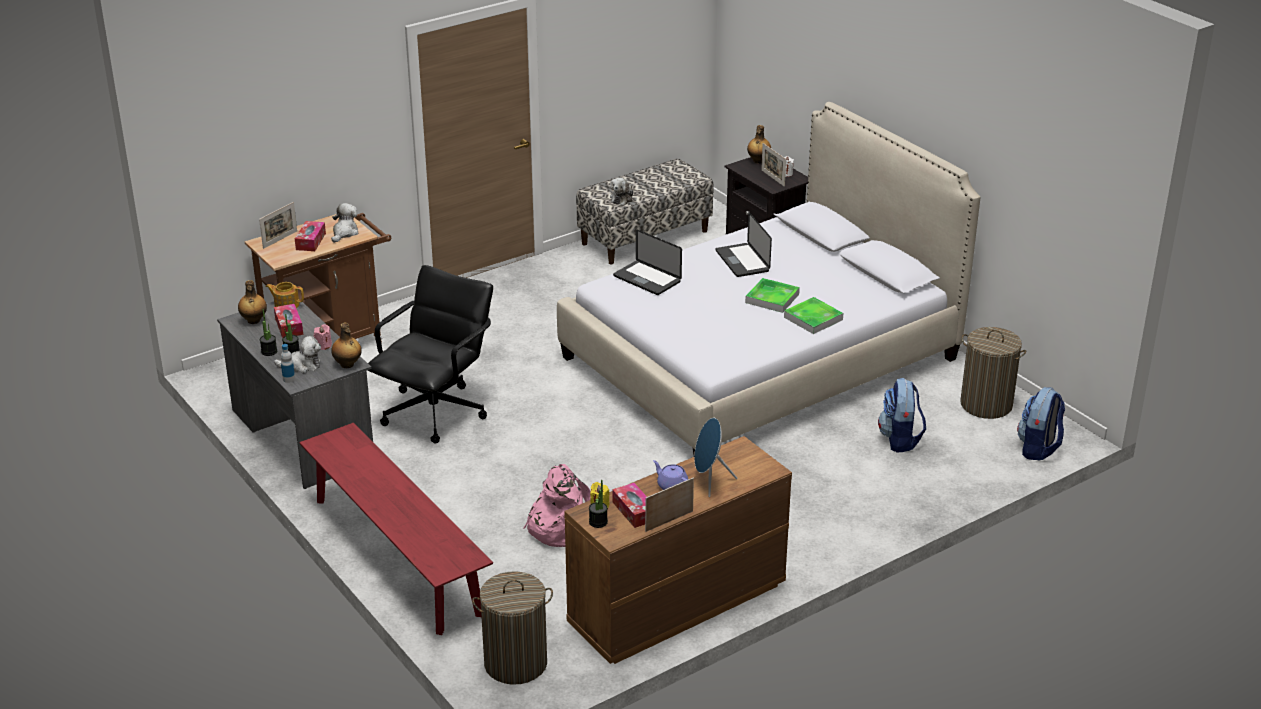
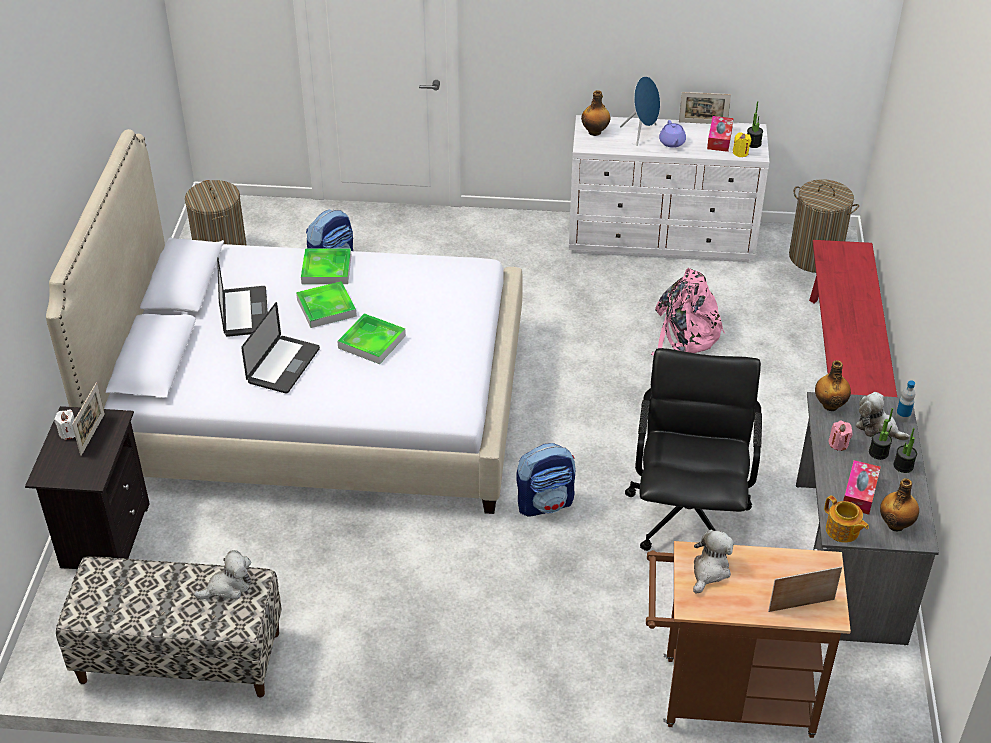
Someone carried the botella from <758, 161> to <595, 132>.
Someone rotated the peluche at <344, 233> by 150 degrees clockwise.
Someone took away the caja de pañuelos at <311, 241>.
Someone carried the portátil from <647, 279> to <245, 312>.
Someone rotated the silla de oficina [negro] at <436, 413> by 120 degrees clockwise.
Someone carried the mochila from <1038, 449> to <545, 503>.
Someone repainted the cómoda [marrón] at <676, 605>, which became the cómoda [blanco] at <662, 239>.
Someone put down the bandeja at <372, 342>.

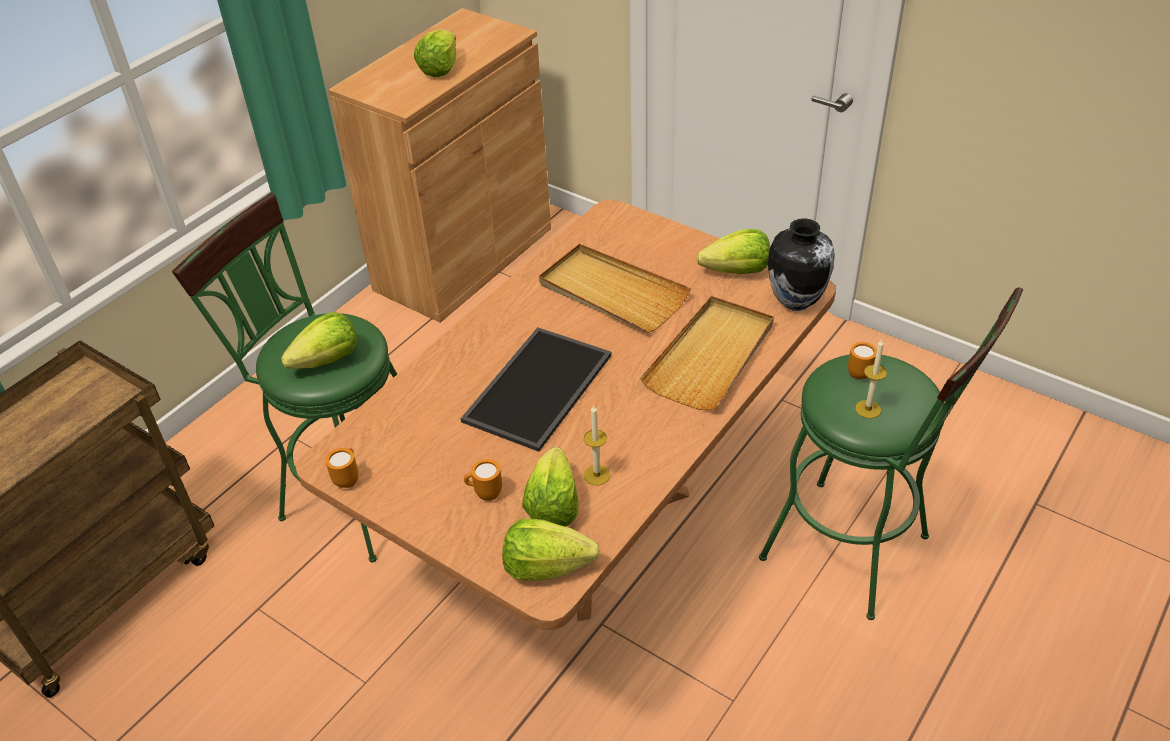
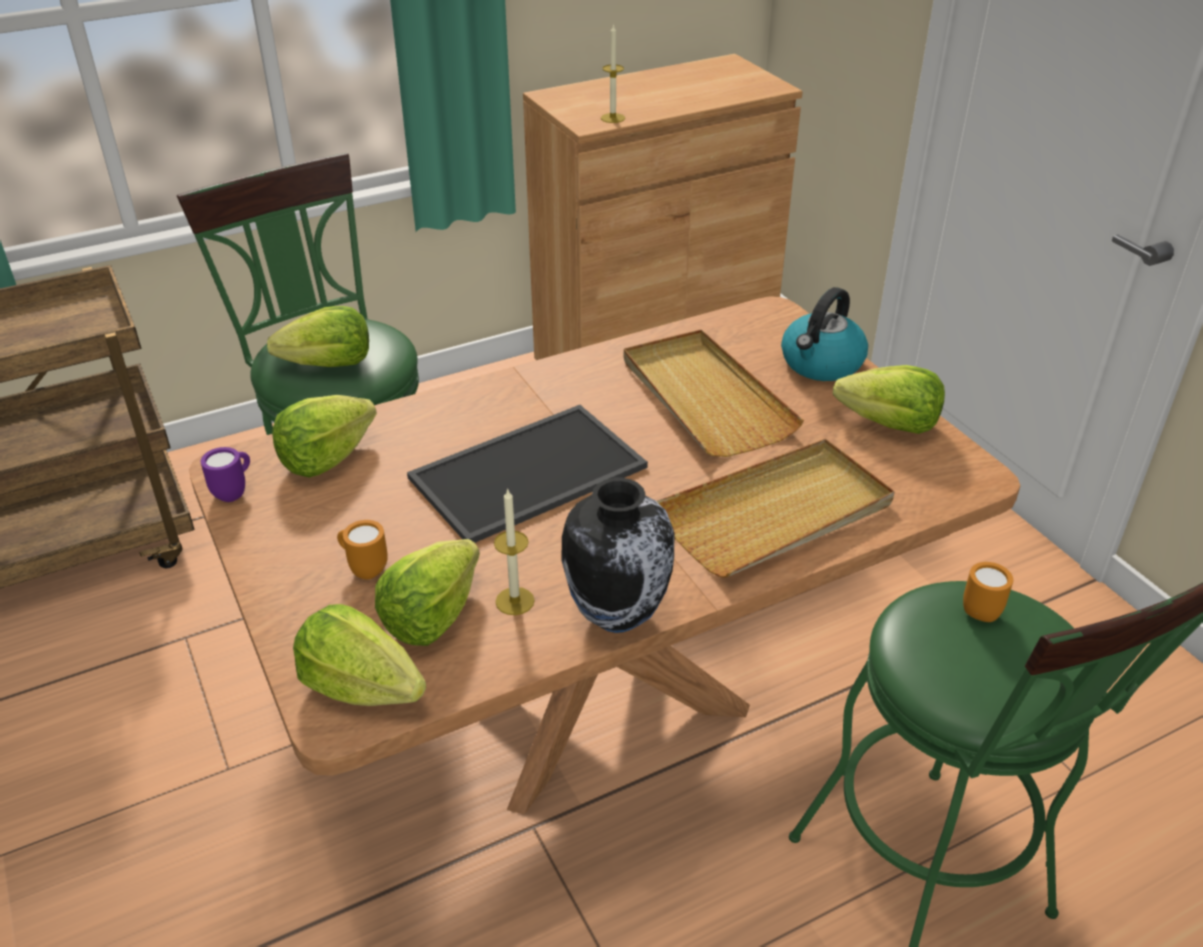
Someone carried the lechuga from <440, 68> to <326, 458>.
Someone carried the florero from <796, 302> to <618, 616>.
Someone carried the vela from <868, 409> to <612, 118>.
Someone repainted the taza grande [naranja] at <348, 479>, which became the taza grande [morado] at <234, 492>.
Someone put down the hervidor at <821, 364>.

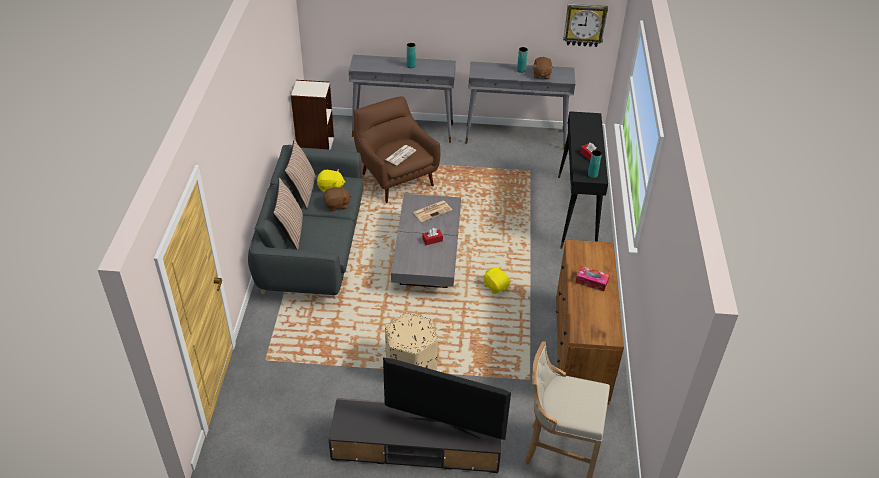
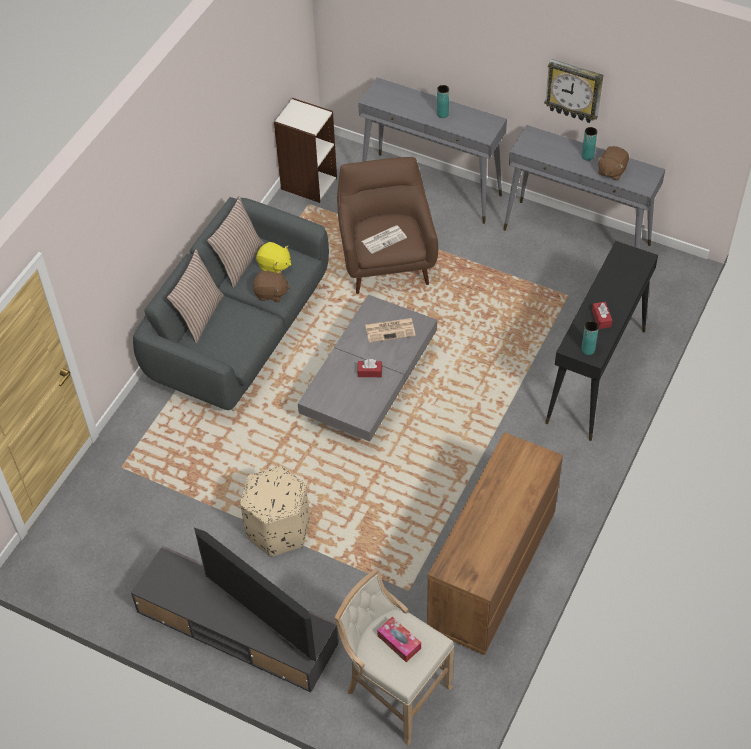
Someone carried the reloj de pared from <584, 24> to <574, 90>.
Someone carried the caja de pañuelos from <591, 282> to <399, 642>.
Someone took away the peluche [amarillo] at <496, 286>.

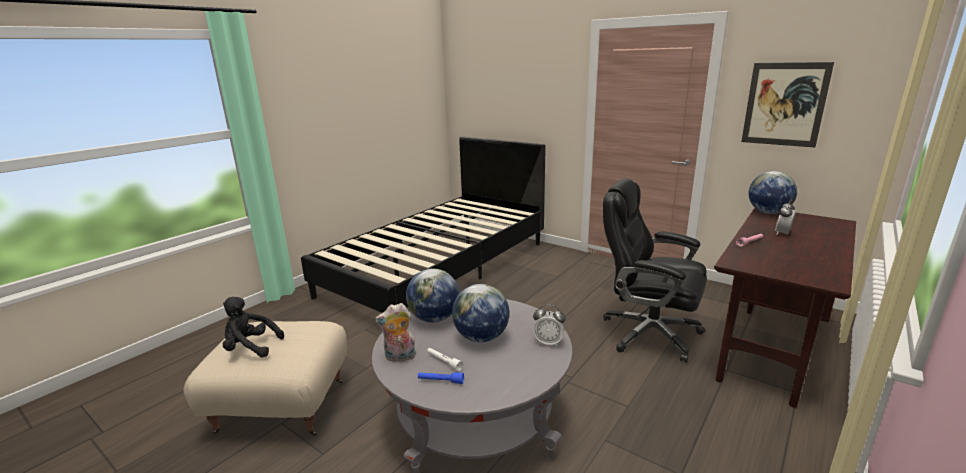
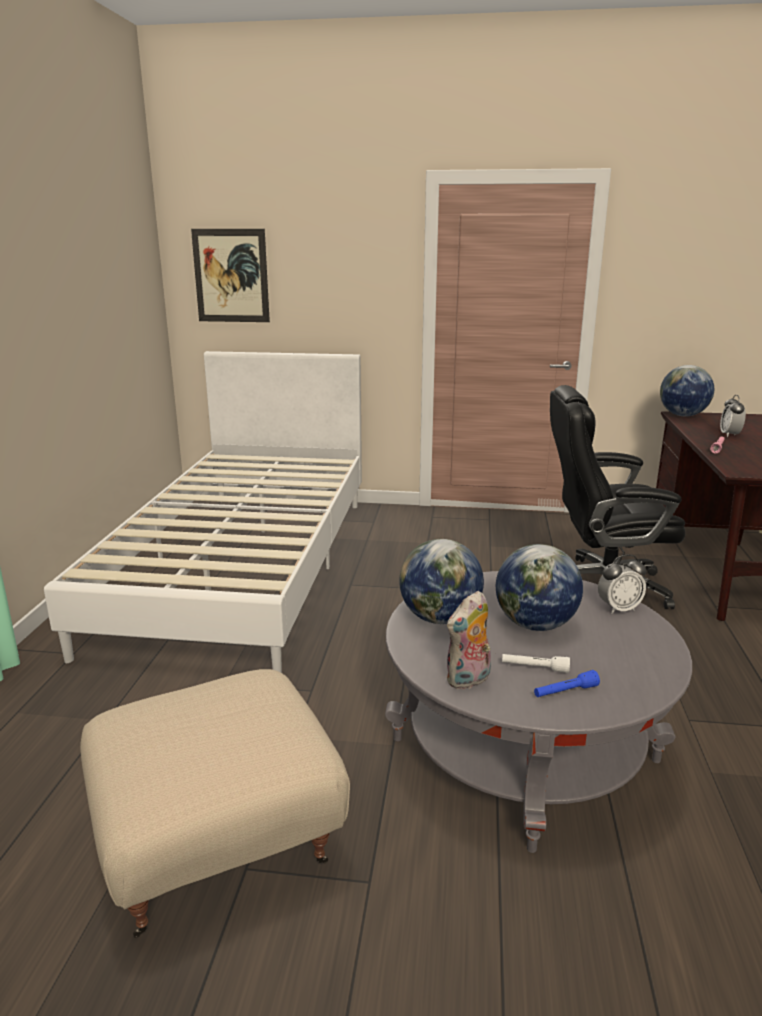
Someone carried the cuadro from <784, 104> to <231, 276>.
Someone repainted the cama [negro] at <439, 268>, which became the cama [blanco] at <244, 566>.
Someone took away the peluche [negro] at <251, 348>.

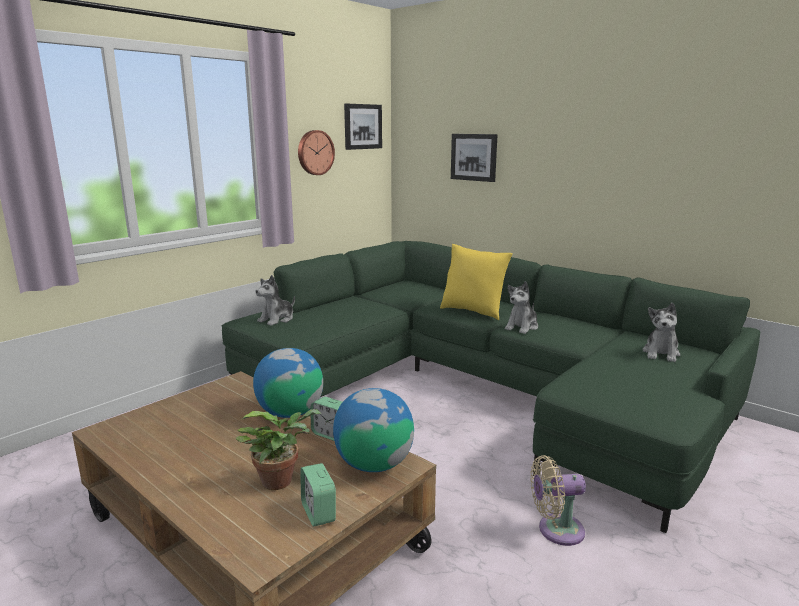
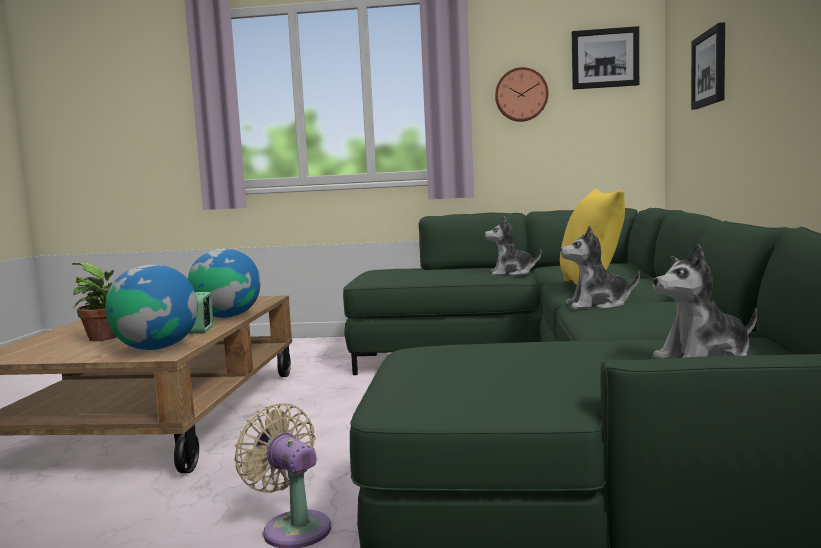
Someone carried the peluche from <277, 319> to <511, 273>.
Someone took away the despertador at <318, 512>.

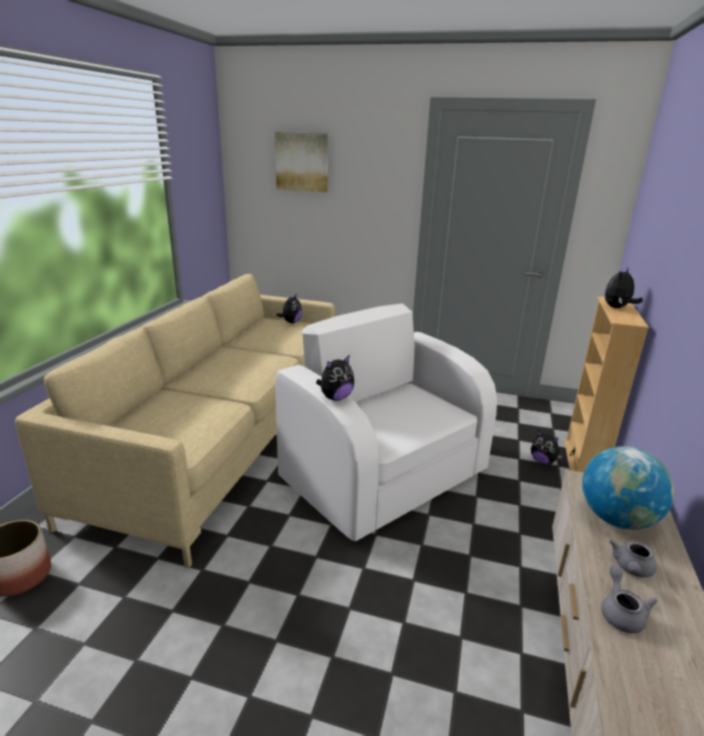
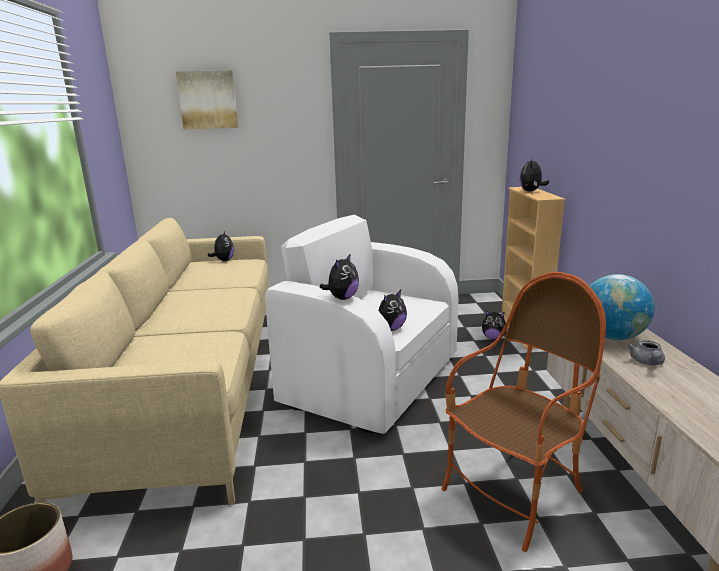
Someone took away the tetera [gris] at <621, 612>.
Someone put down the sillón at <514, 495>.
Someone put down the peluche at <391, 328>.

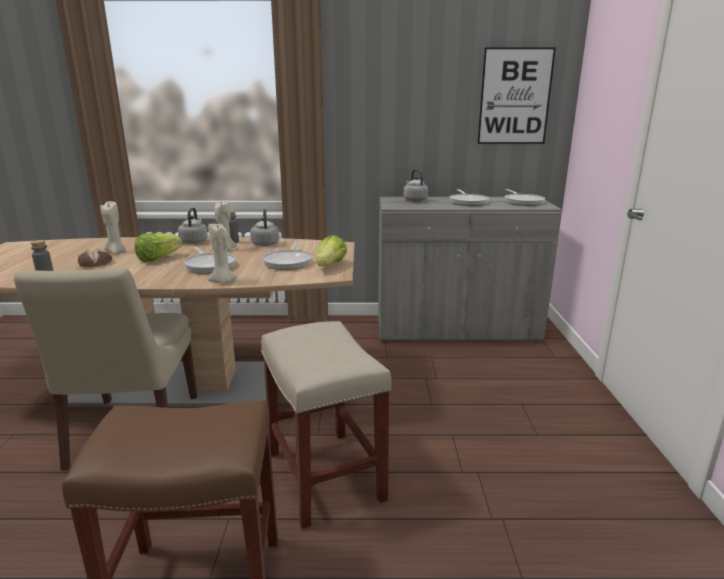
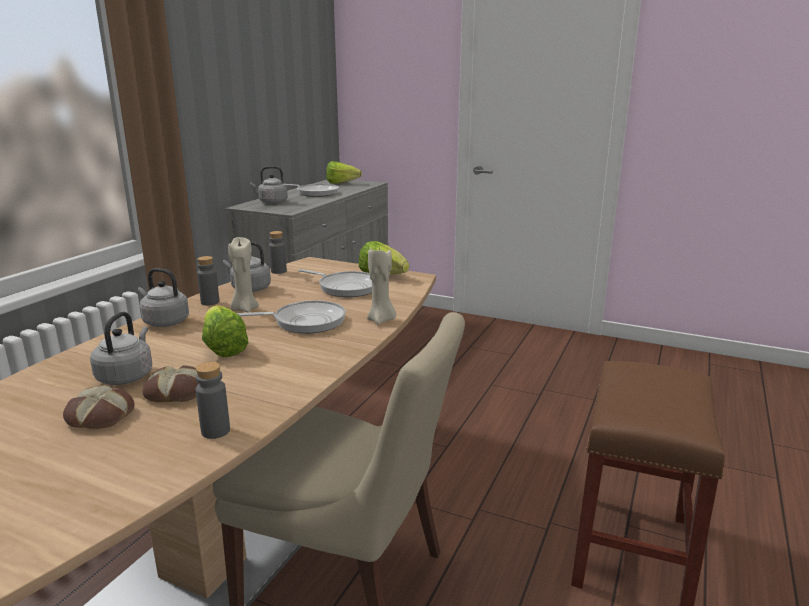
Someone took away the cuadro at <515, 97>.
Someone swapped the sartén at <522, 202> for the lechuga at <344, 183>.
Someone swapped the vela [beis] at <115, 252> for the hervidor [gris] at <127, 376>.
Someone took away the taburete [beis] at <326, 477>.
Someone put down the botella [gris] at <278, 271>.
Someone put down the pan at <99, 417>.

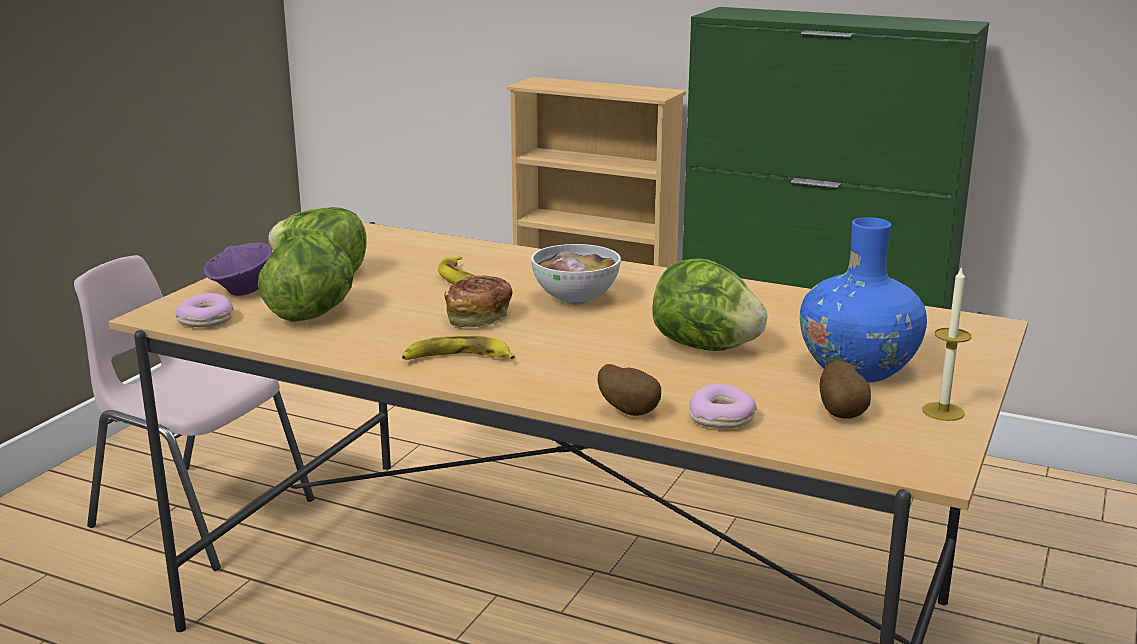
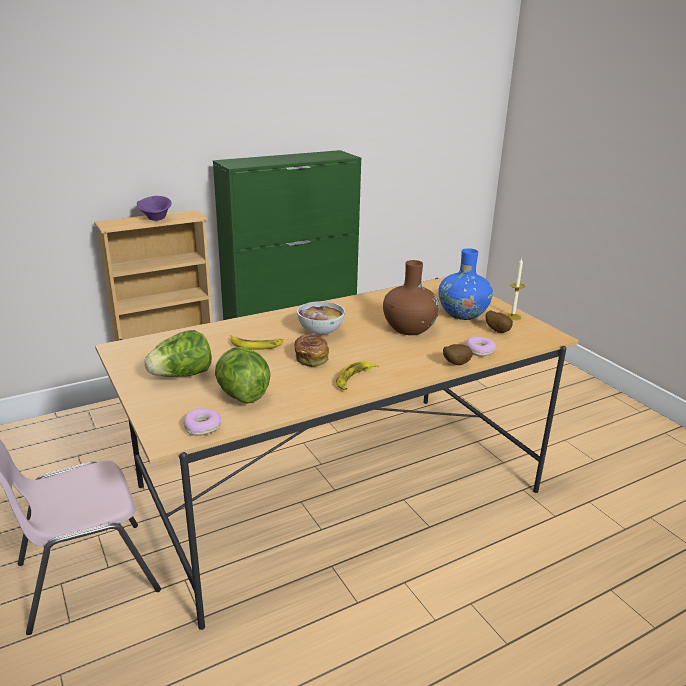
Someone carried the cuenco [morado] from <242, 292> to <156, 219>.
Someone swapped the lechuga at <705, 347> for the florero [marrón] at <409, 328>.

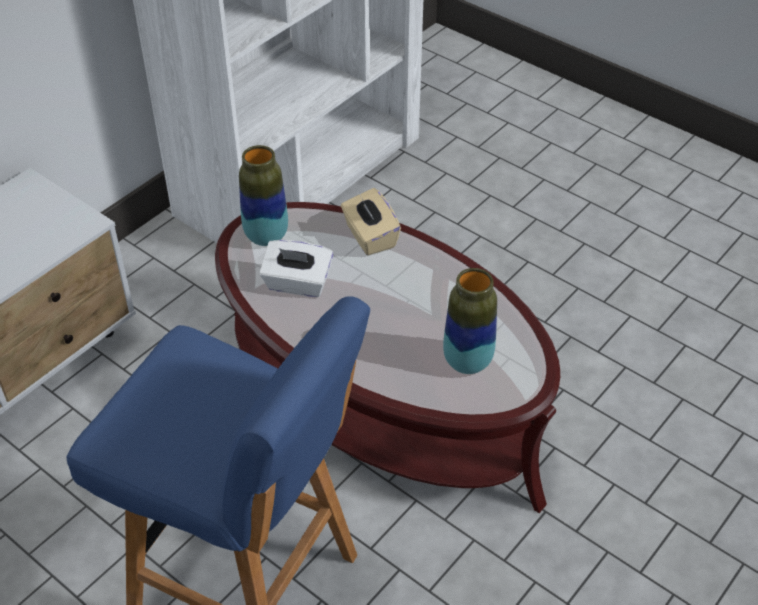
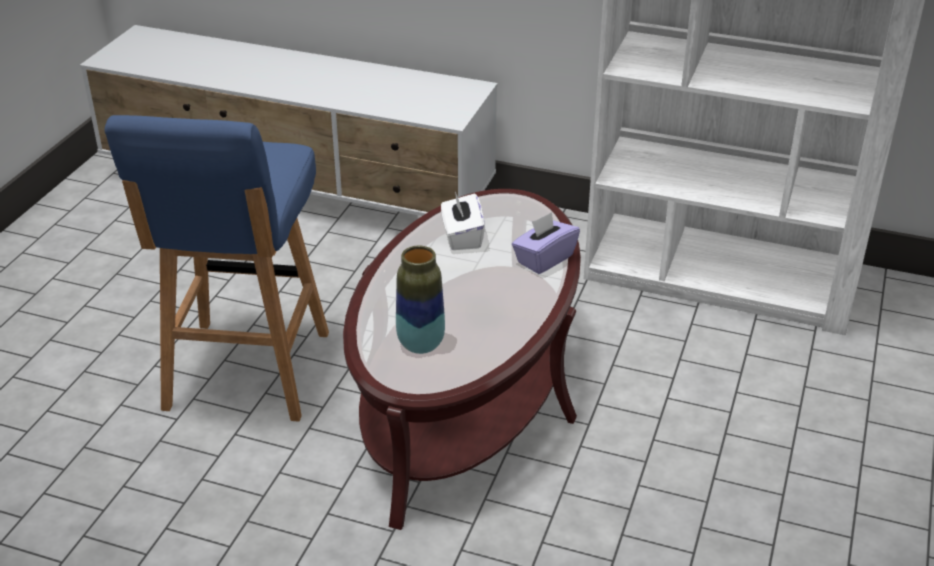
Someone took away the florero at <266, 236>.
Someone repainted the caja de pañuelos [beis] at <369, 237>, which became the caja de pañuelos [morado] at <544, 259>.

